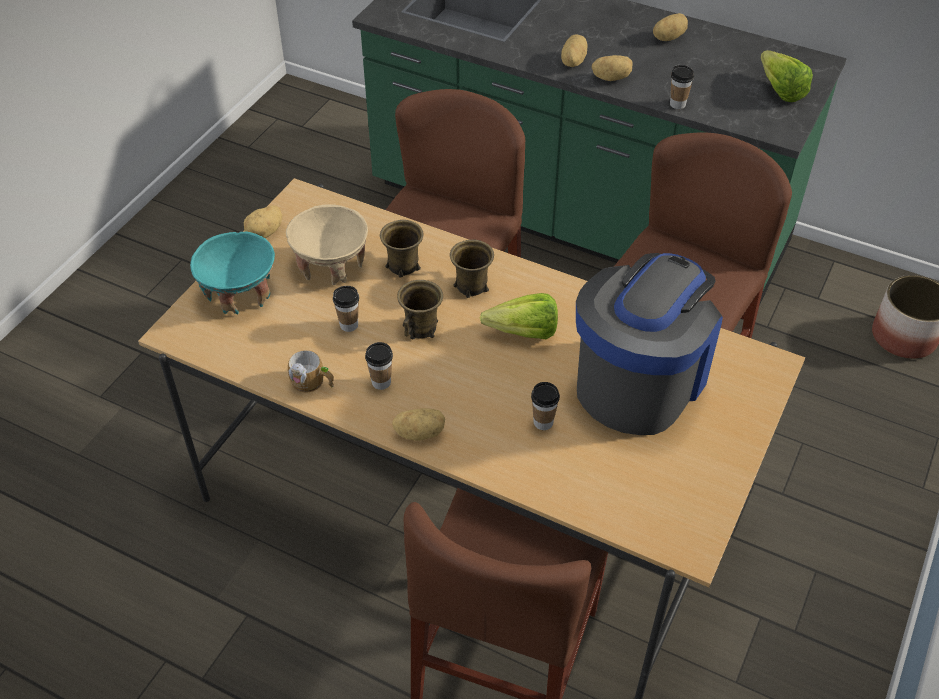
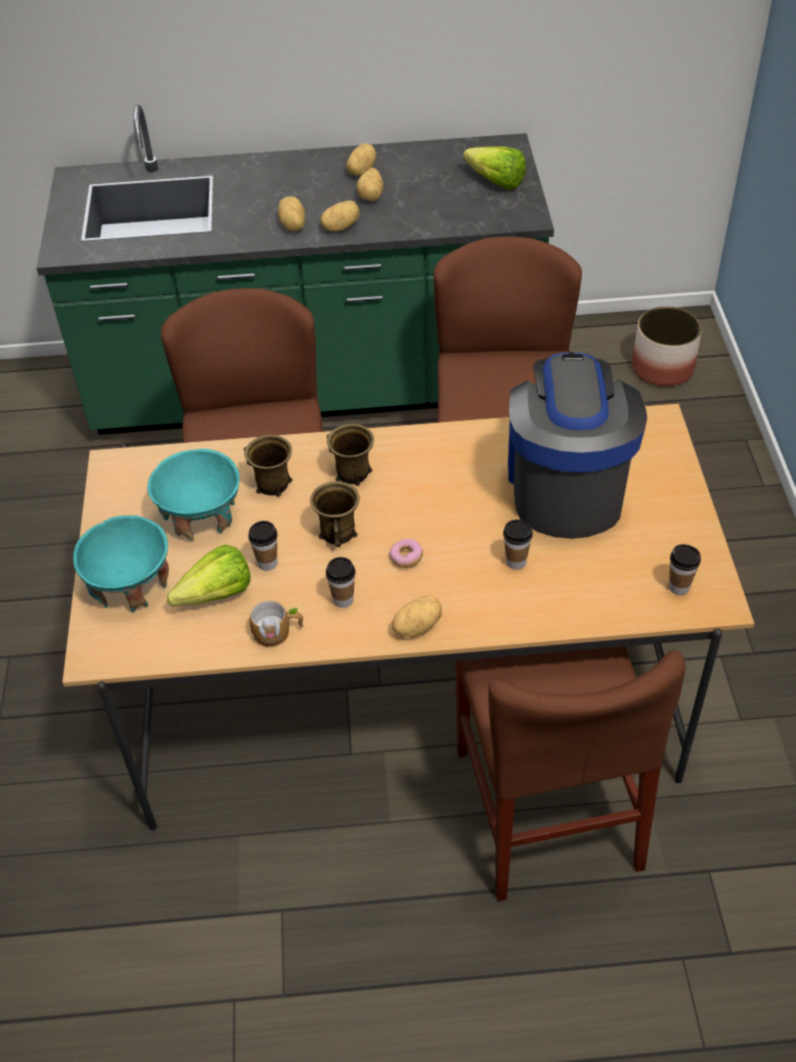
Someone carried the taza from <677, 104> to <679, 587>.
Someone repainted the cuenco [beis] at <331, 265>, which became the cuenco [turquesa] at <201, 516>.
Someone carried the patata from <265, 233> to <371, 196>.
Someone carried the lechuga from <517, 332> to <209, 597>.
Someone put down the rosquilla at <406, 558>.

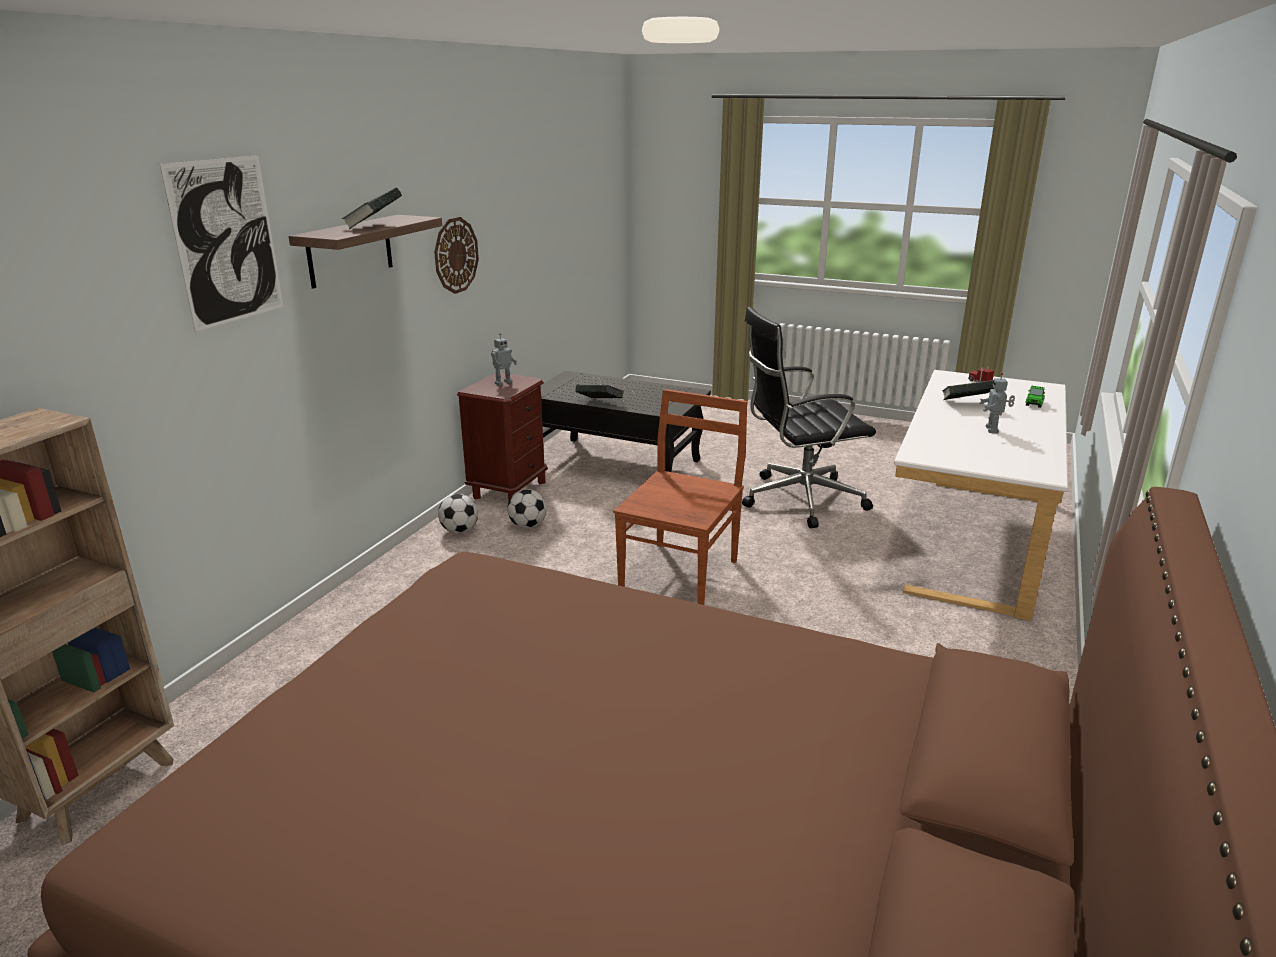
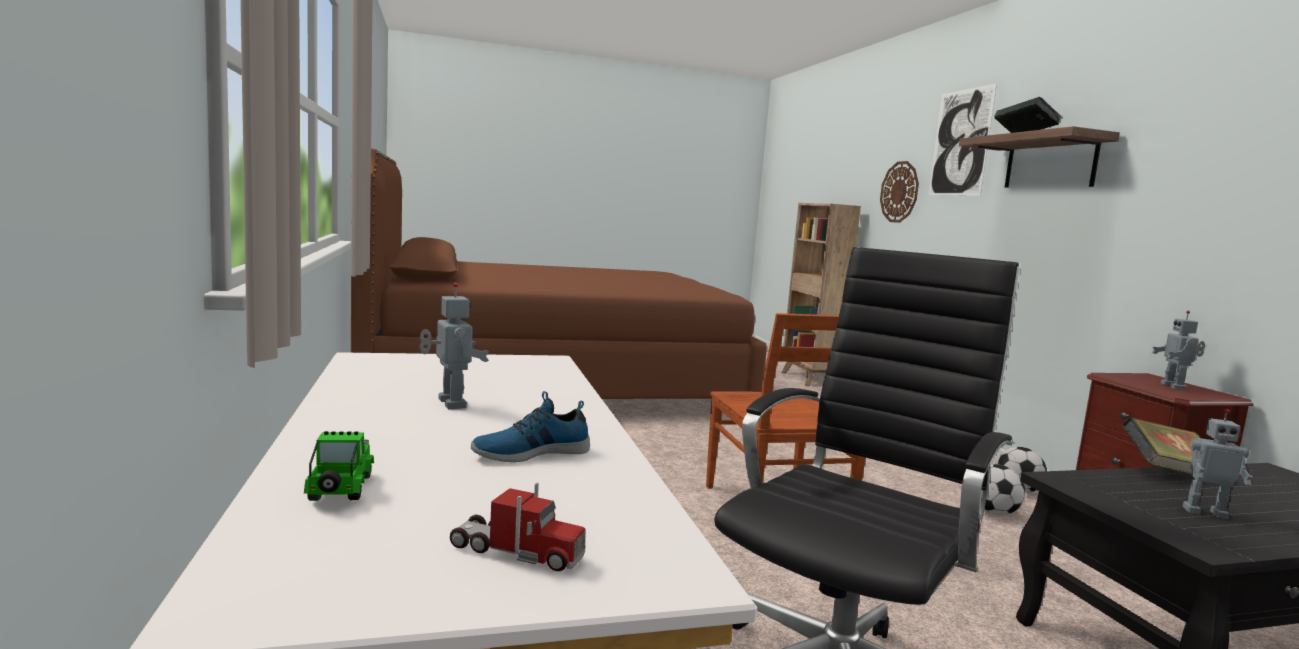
Someone carried the reloj de pared from <455, 255> to <899, 192>.
Someone swapped the libro at <966, 404> for the zapato at <531, 452>.
Someone put down the robot de juguete at <1204, 512>.

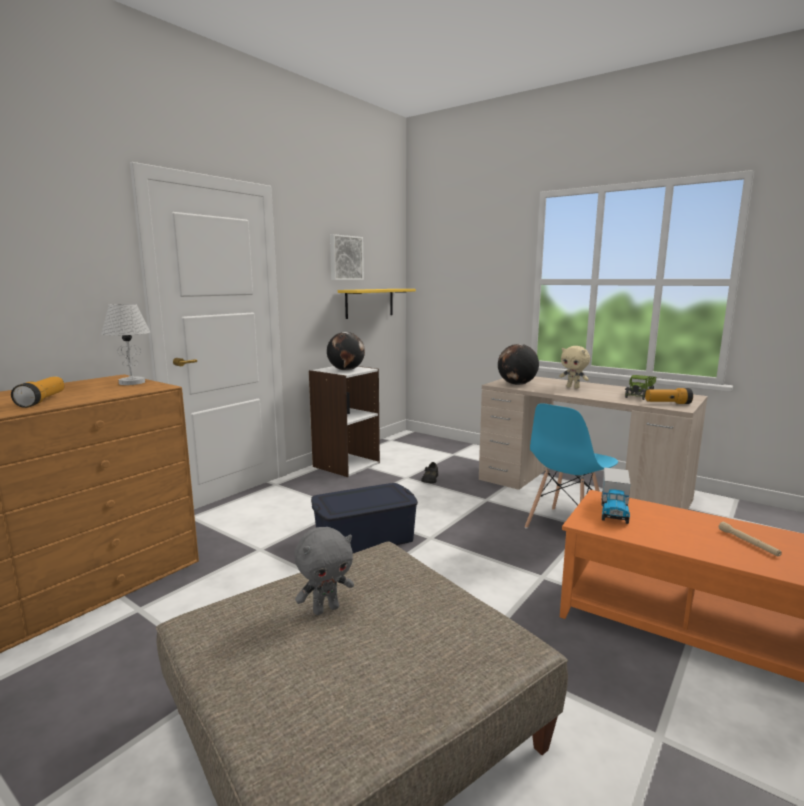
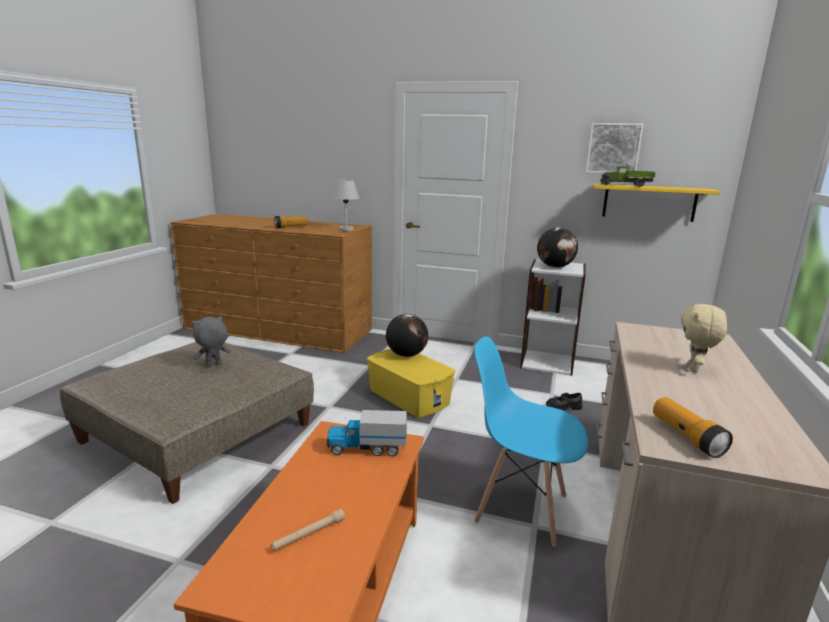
Someone carried the globo terráqueo from <516, 384> to <406, 355>.
Someone carried the camión de juguete from <639, 394> to <626, 185>.
Someone repainted the caja de almacenaje [azul] at <364, 538>, which became the caja de almacenaje [amarillo] at <409, 397>.
Someone rotated the peluche [gris] at <326, 609> by 105 degrees clockwise.

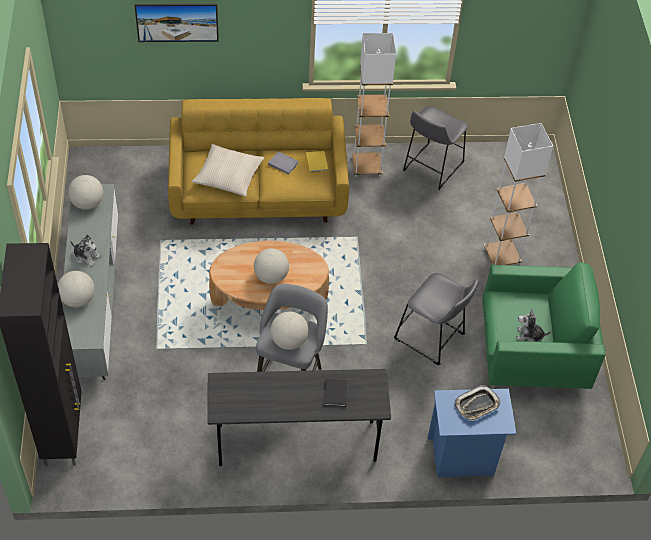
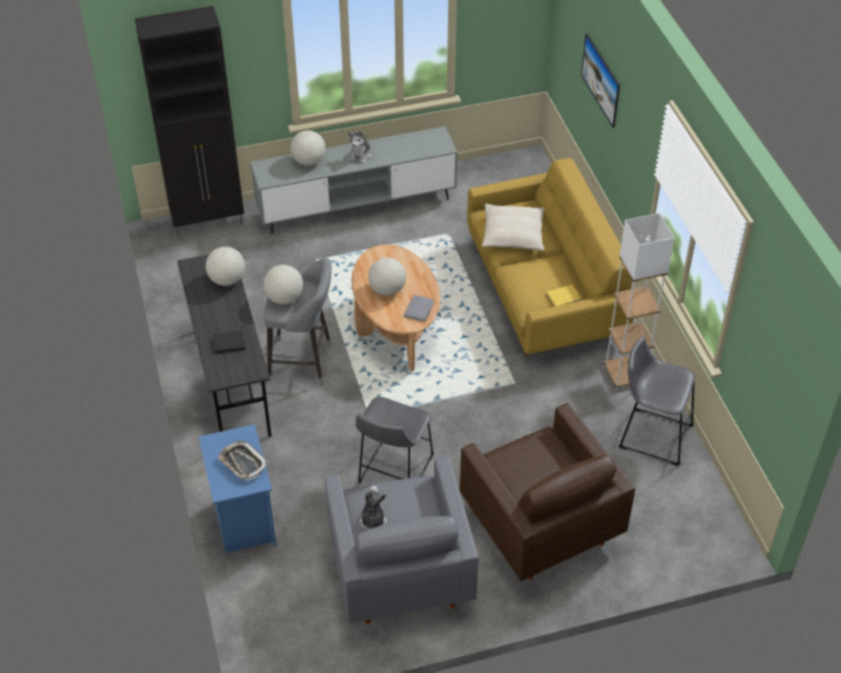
Someone swapped the lámpara de pie [blanco] at <501, 256> for the sillón [marrón] at <539, 524>.
Someone carried the libro [gris] from <282, 163> to <420, 309>.
Someone carried the globo terráqueo from <87, 203> to <227, 279>.
Someone repainted the sillón [verde] at <531, 354>, which became the sillón [gris] at <399, 570>.

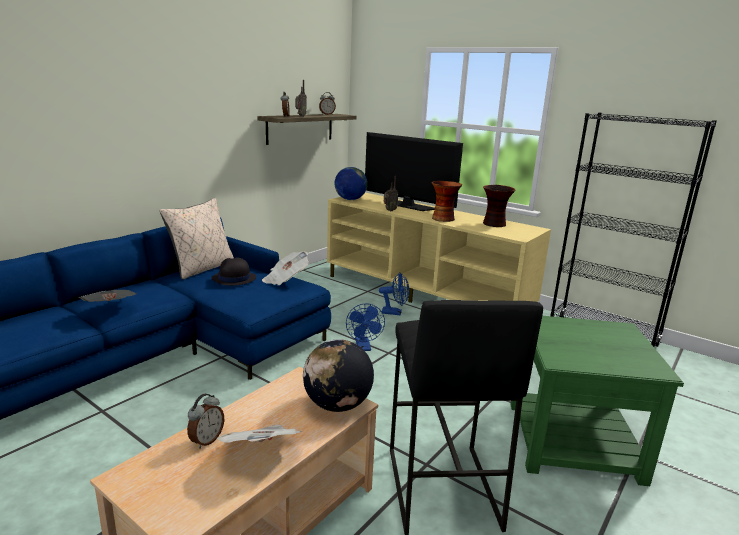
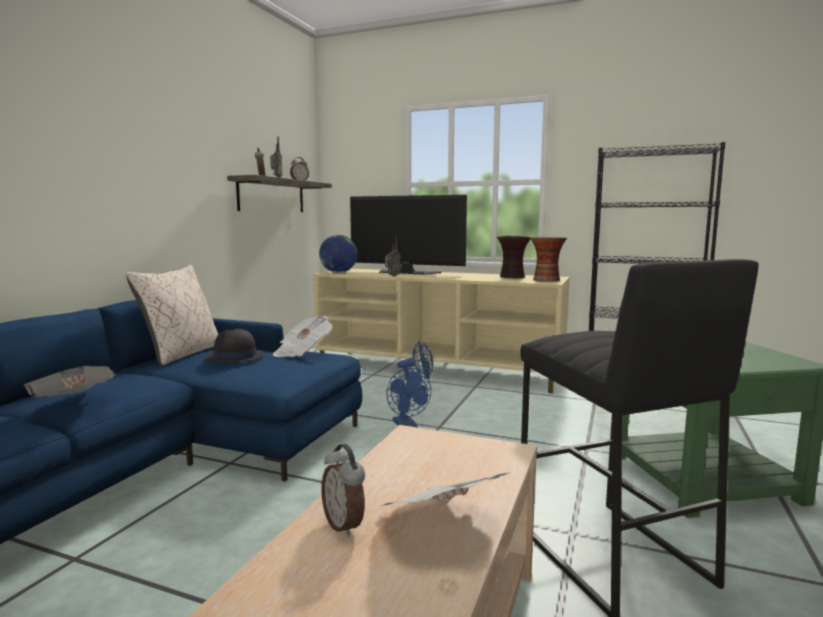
Someone carried the florero from <443, 219> to <546, 280>.
Someone took away the globo terráqueo at <337, 405>.
Someone rotated the despertador at <206, 440> by 135 degrees clockwise.

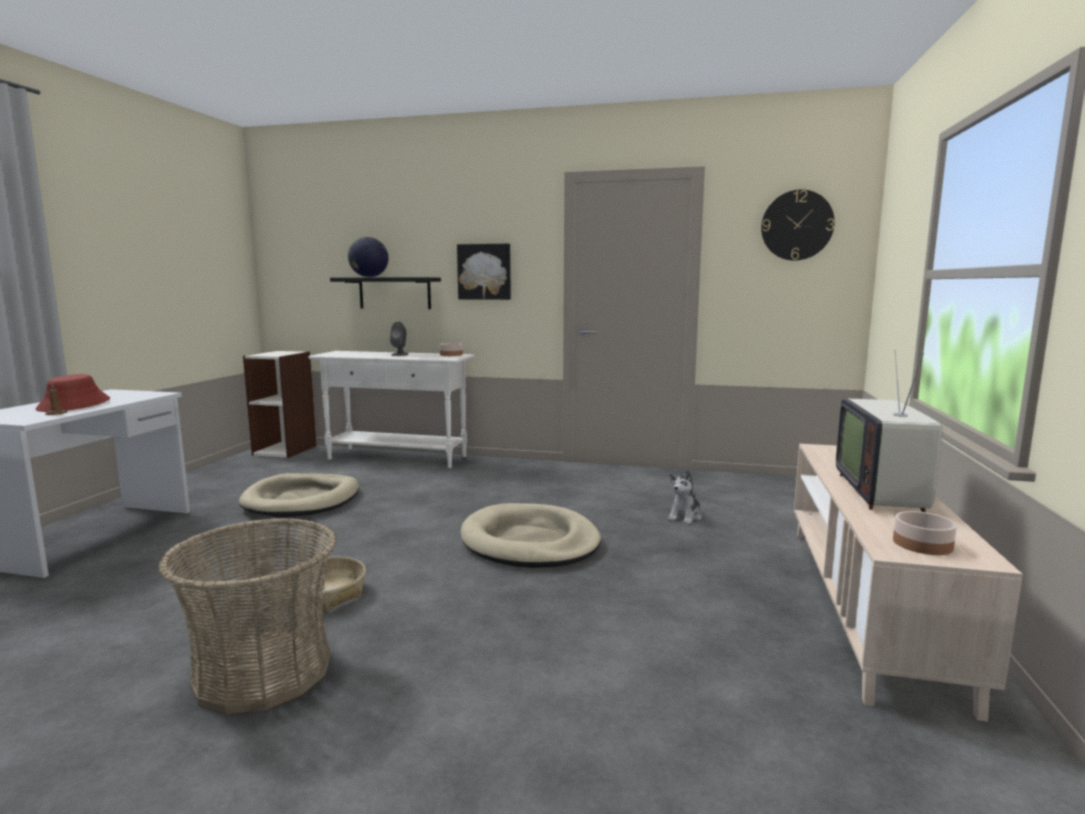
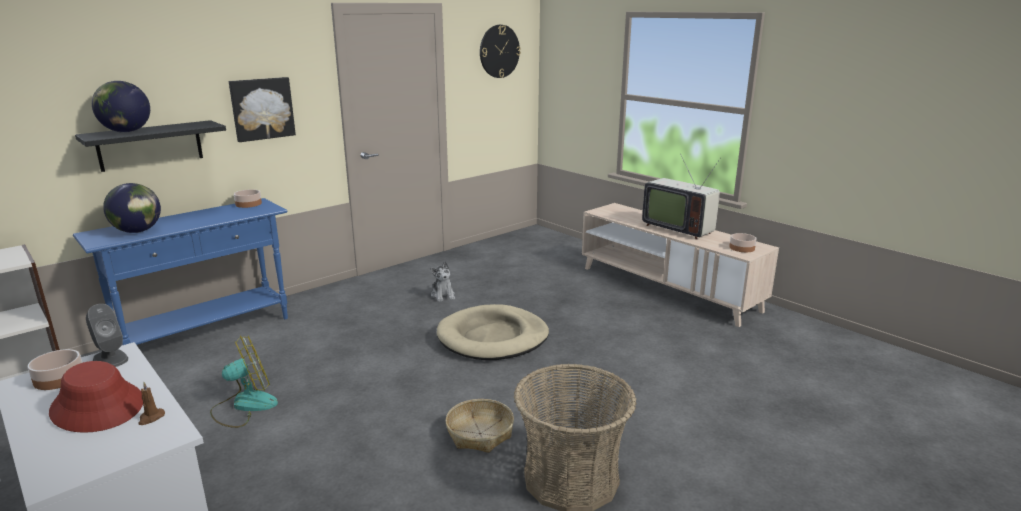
Someone carried the altavoz [gris] from <399, 354> to <110, 359>.
Someone repainted the mesa consola [blanco] at <397, 458>, which became the mesa consola [azul] at <207, 332>.
Someone carried the peluche from <685, 517> to <443, 295>.
Someone swapped the cama para perro [beis] at <302, 500> for the ventilador at <244, 406>.
Someone put down the globo terráqueo at <137, 231>.
Someone put down the cuenco at <59, 378>.

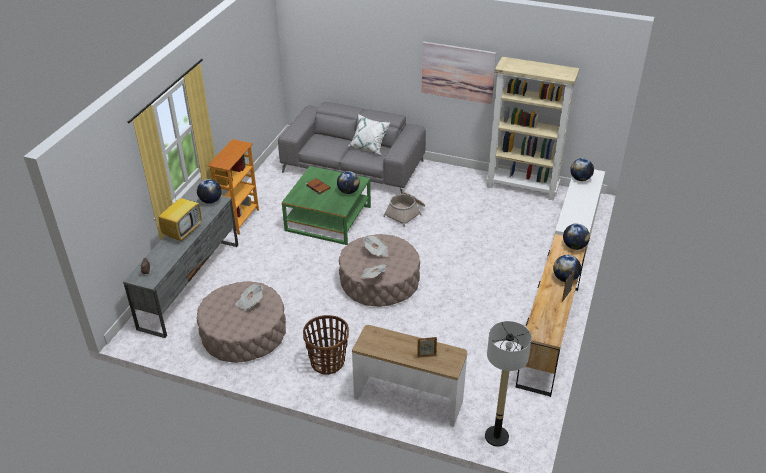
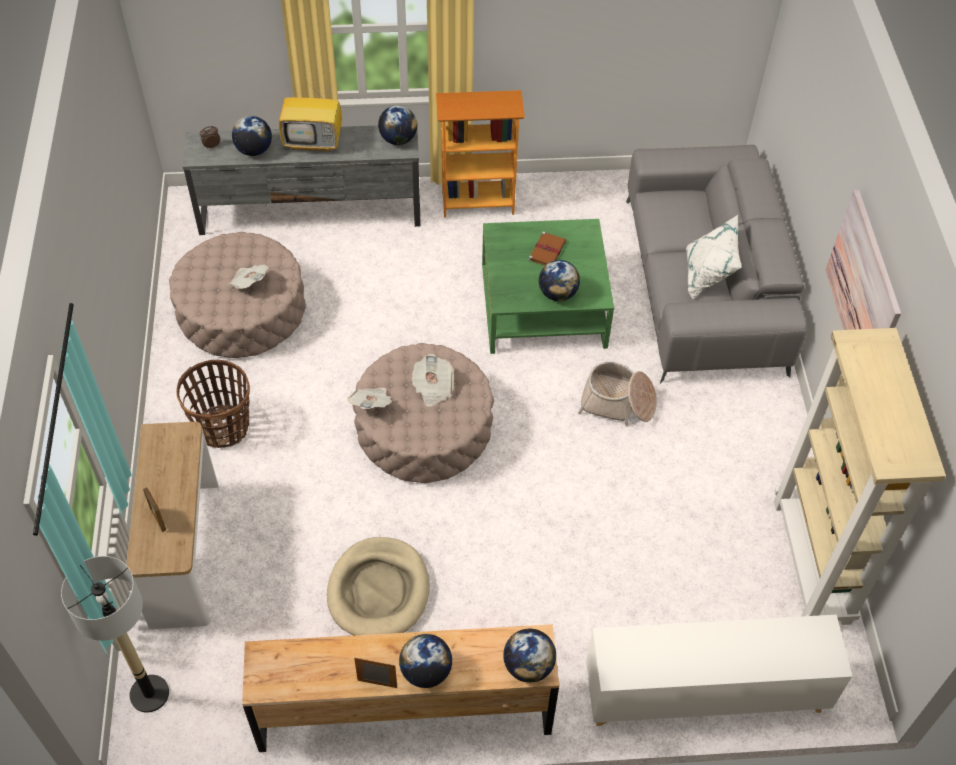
Someone carried the globo terráqueo from <580, 179> to <254, 150>.
Someone put down the cama para perro [beis] at <379, 591>.

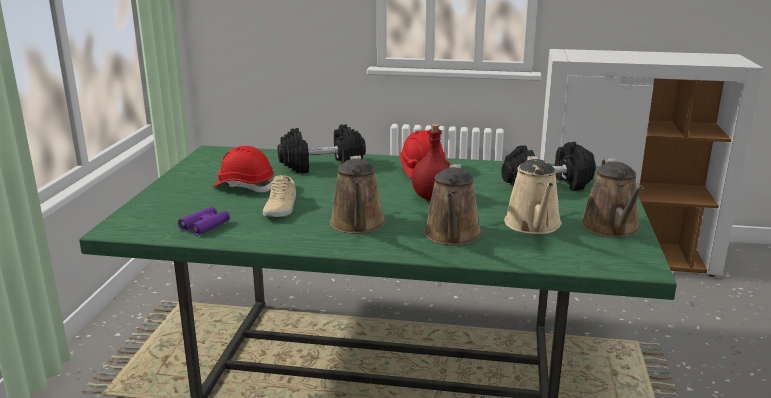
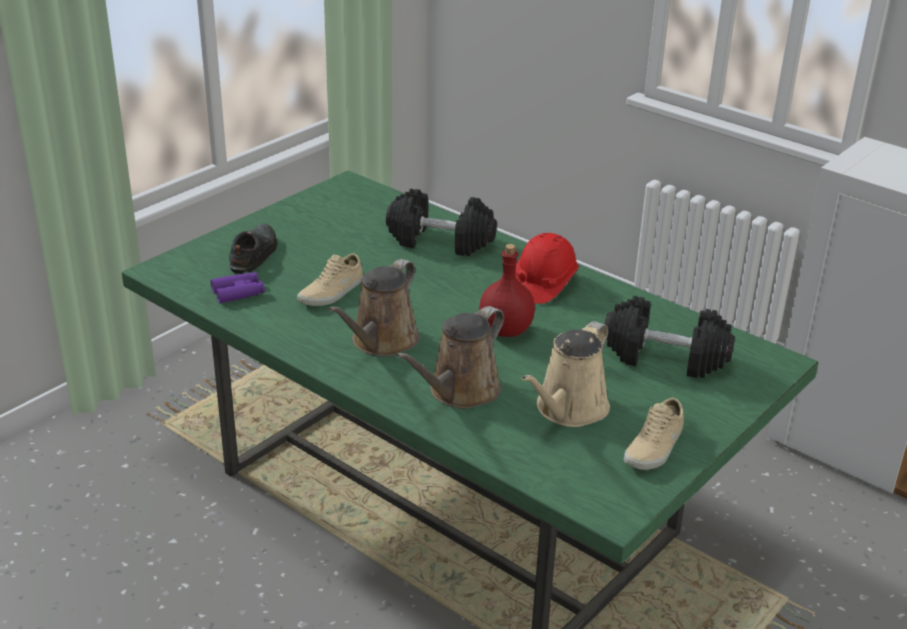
Someone took away the casco [rojo] at <244, 187>.
Someone swapped the regadera [marrón] at <612, 228> for the zapato [beis] at <655, 447>.
Someone put down the zapato [negro] at <254, 254>.

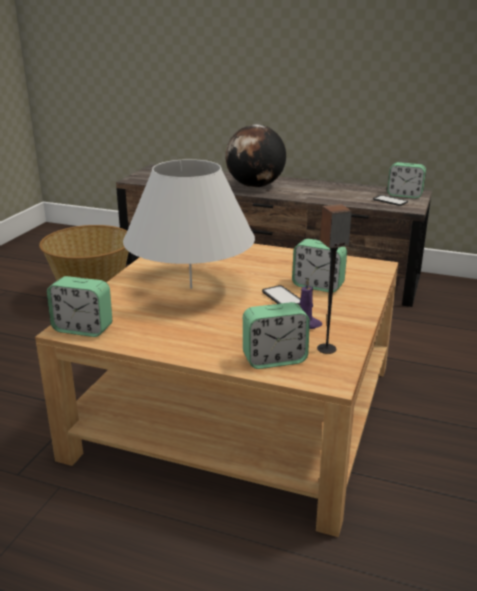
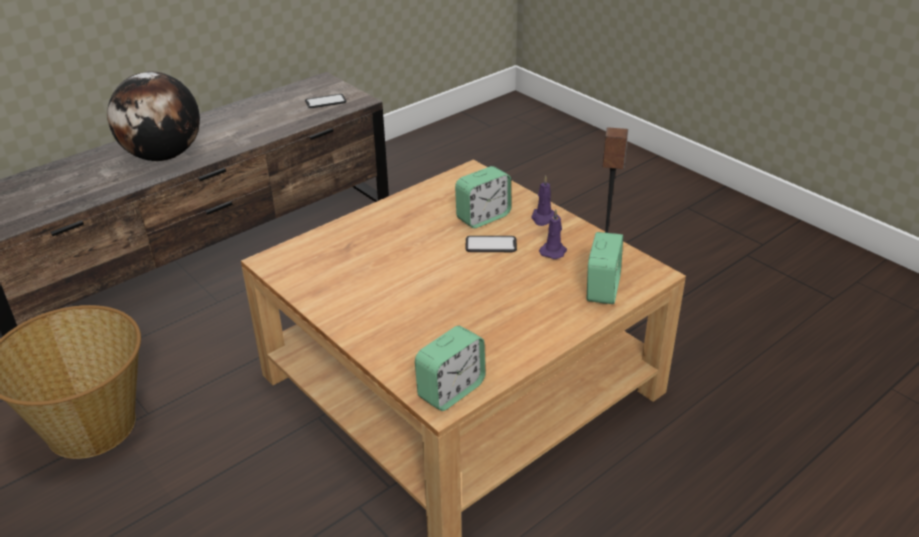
Someone took away the lámpara de mesa [blanco] at <191, 288>.
Someone took away the despertador at <404, 195>.
Someone put down the vela [morado] at <543, 218>.

